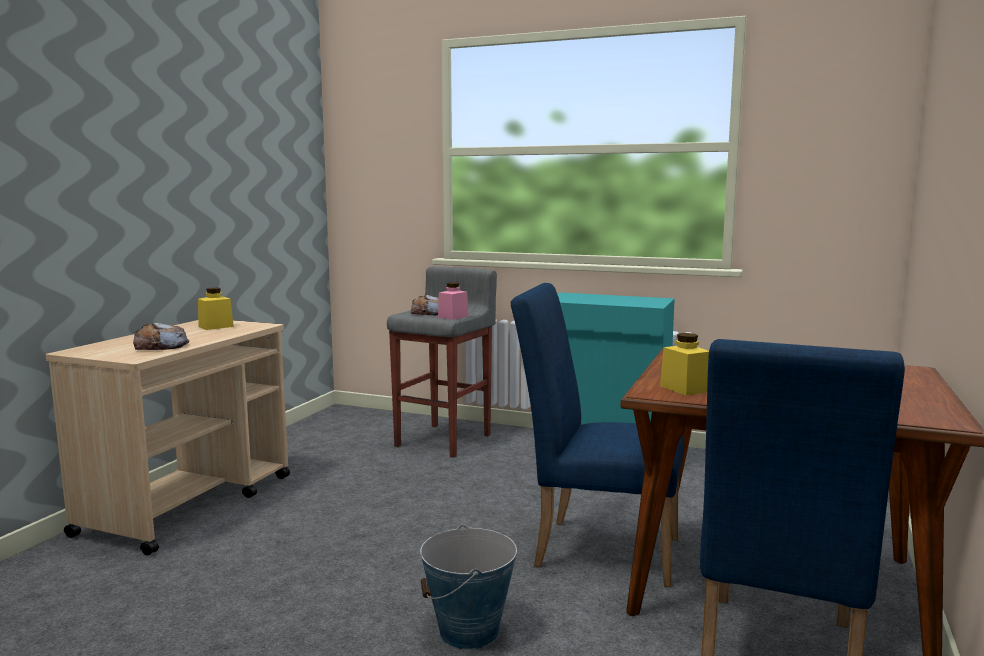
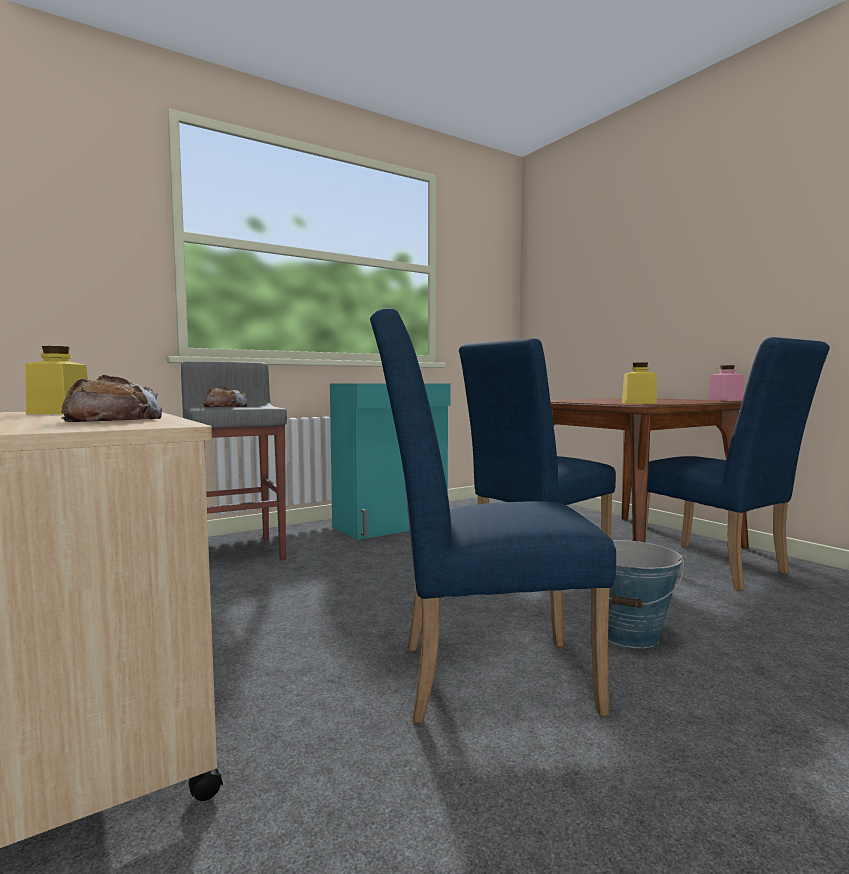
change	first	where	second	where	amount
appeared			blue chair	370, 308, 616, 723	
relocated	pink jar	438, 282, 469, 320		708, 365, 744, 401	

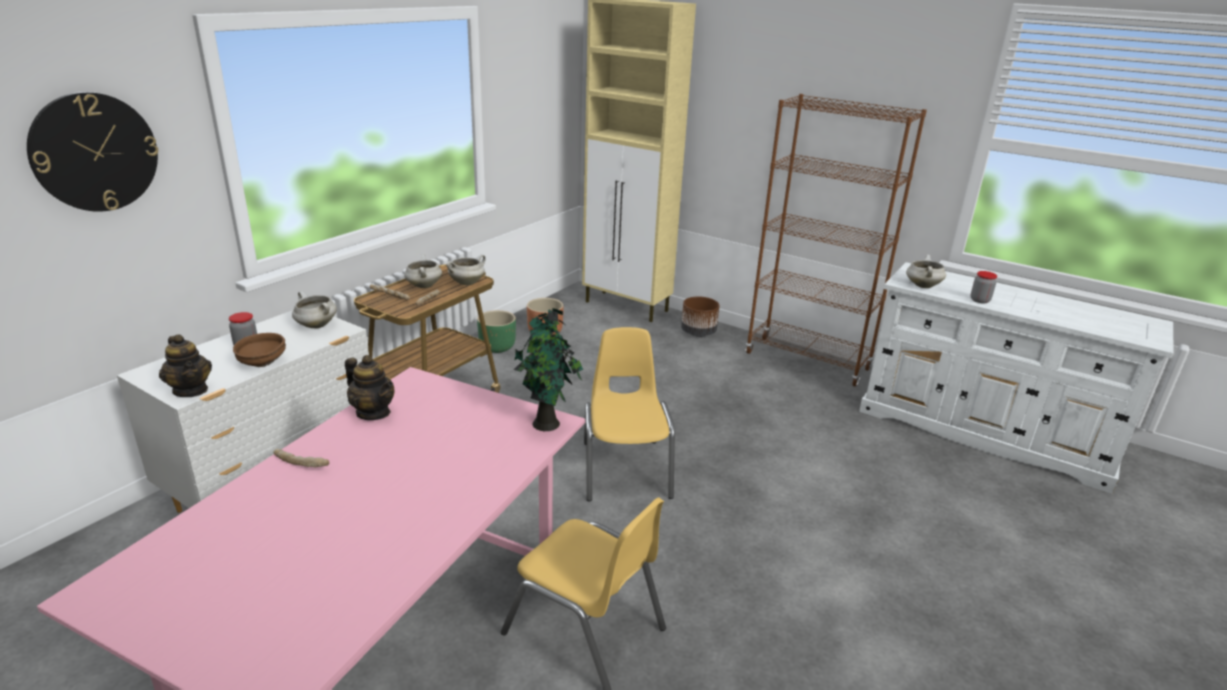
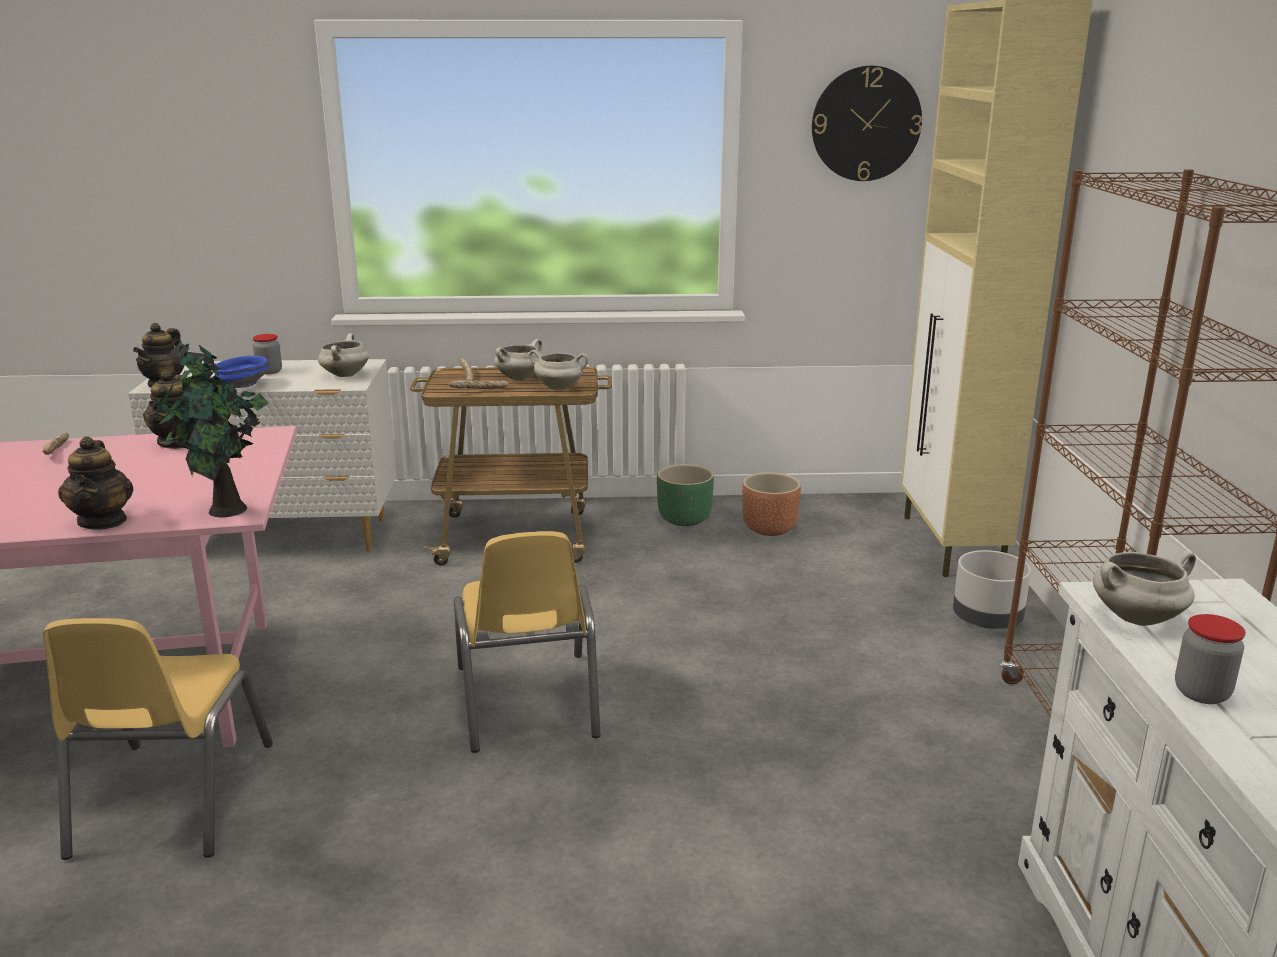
change	first	where	second	where	amount
appeared			teapot	58, 436, 133, 530	
relocated	wall clock	27, 92, 158, 212		812, 66, 922, 181	
colour	brown bowl	233, 333, 286, 367	blue bowl	215, 356, 269, 388	
colour	brown planter	681, 297, 720, 337	grey planter	953, 550, 1031, 629	
spun	yellow chair	584, 327, 675, 501		454, 531, 601, 753	120 degrees clockwise

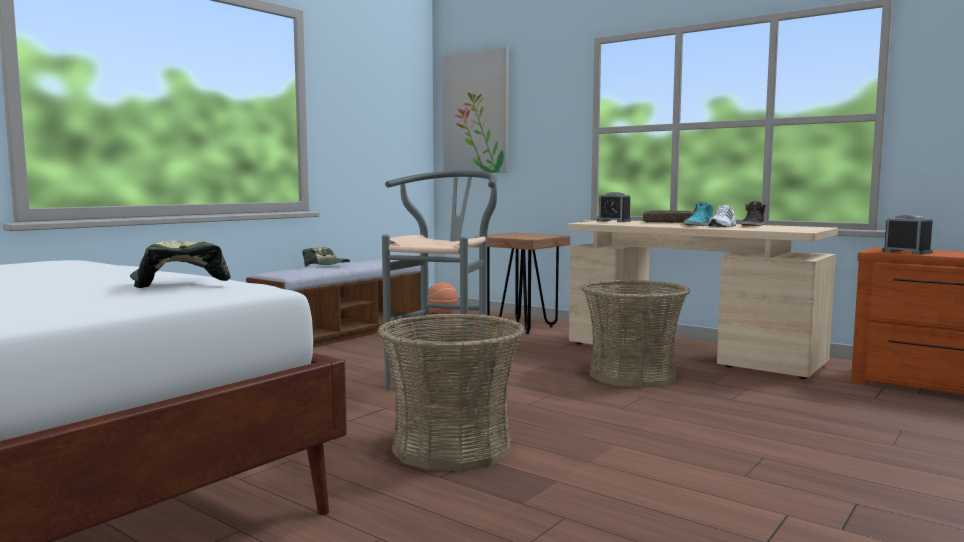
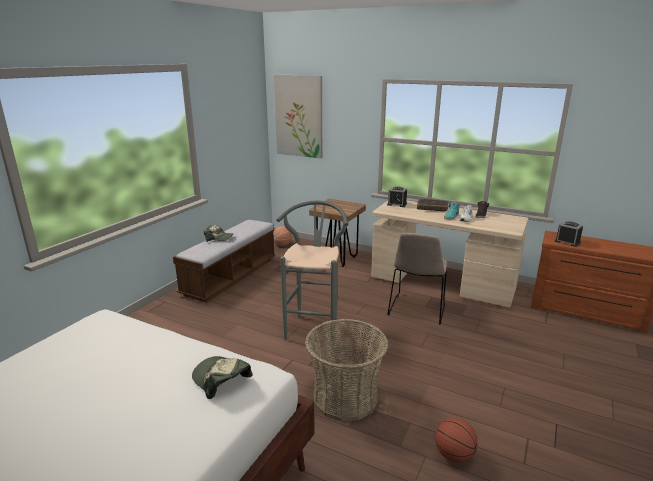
change	first	where	second	where	amount
appeared			basketball	435, 418, 478, 463	
exchanged	basket	581, 280, 690, 388	beige chair	388, 233, 447, 325	

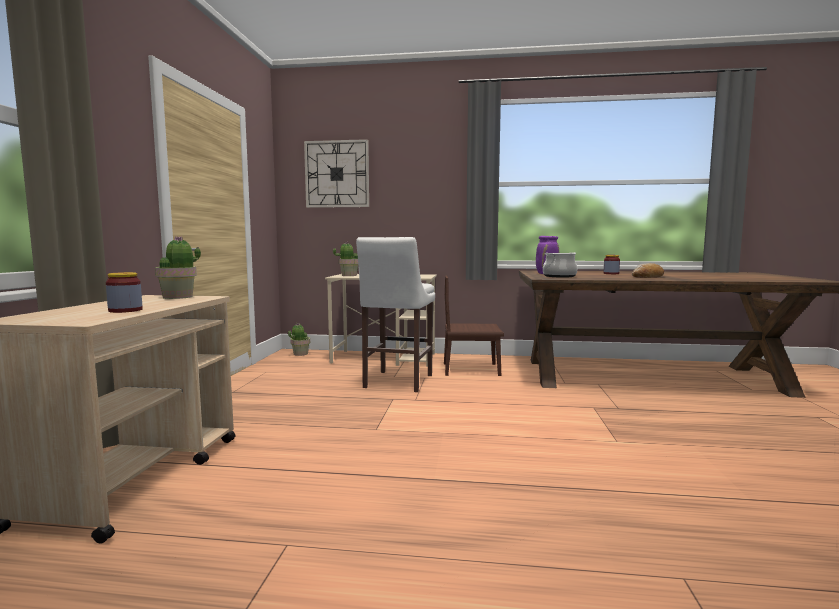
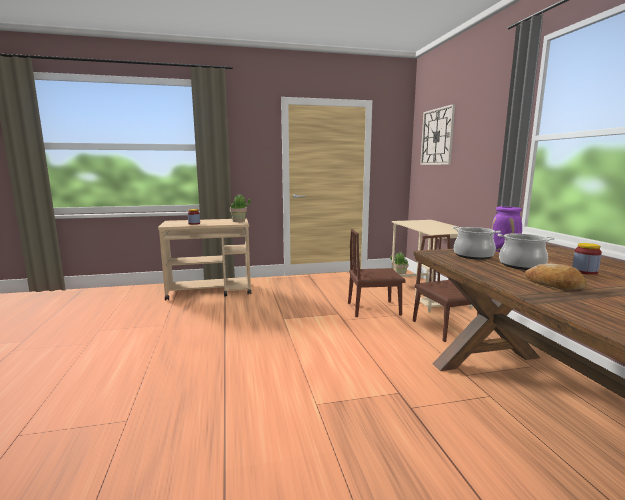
change	first	where	second	where	amount
missing	potted plant	333, 242, 358, 276			
appeared			cooking pot	498, 233, 555, 270	
exchanged	white stool	356, 237, 435, 392	brown chair	348, 229, 406, 317	

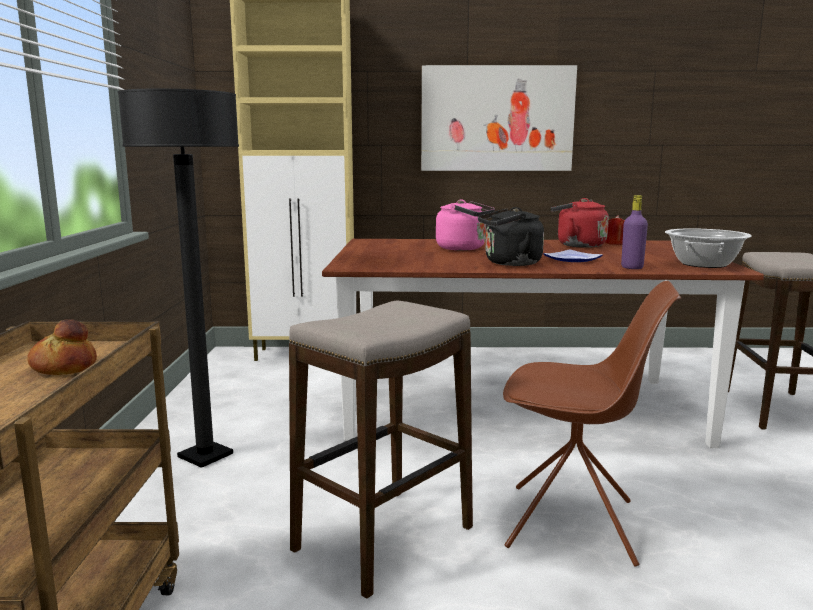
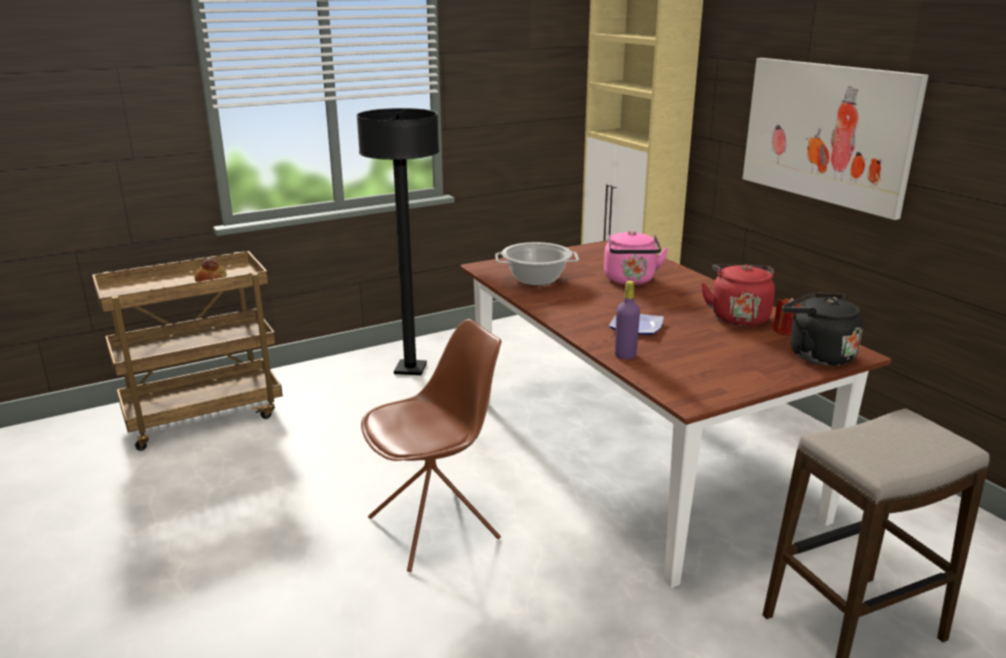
change	first	where	second	where	amount
missing	stool	289, 301, 473, 599			
relocated	black kettle	478, 207, 544, 266		782, 292, 863, 366	
relocated	cooking pot	665, 228, 751, 268		495, 242, 579, 286	
spun	brown chair	503, 281, 681, 567		361, 319, 502, 572	105 degrees counterclockwise

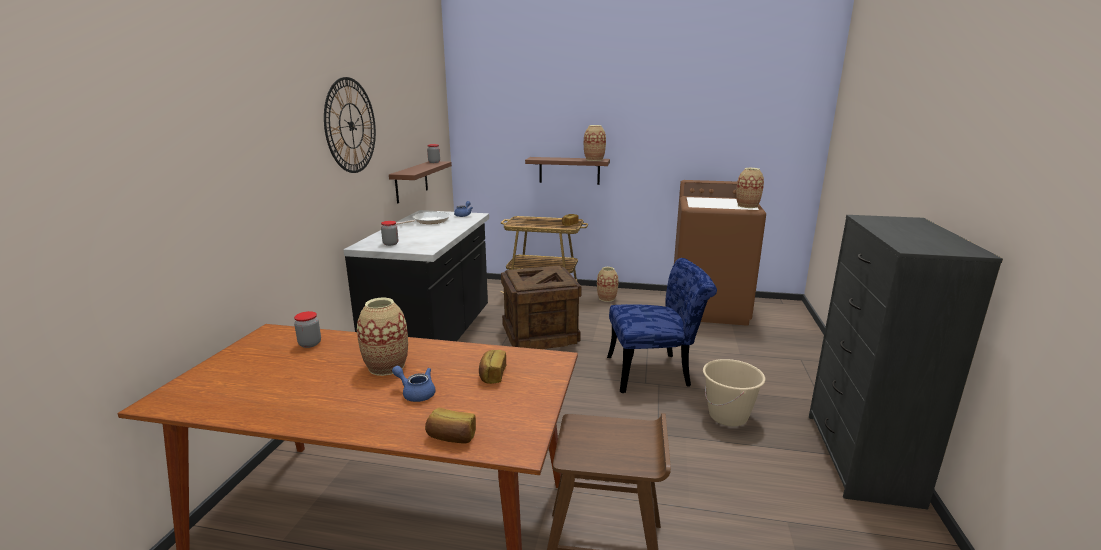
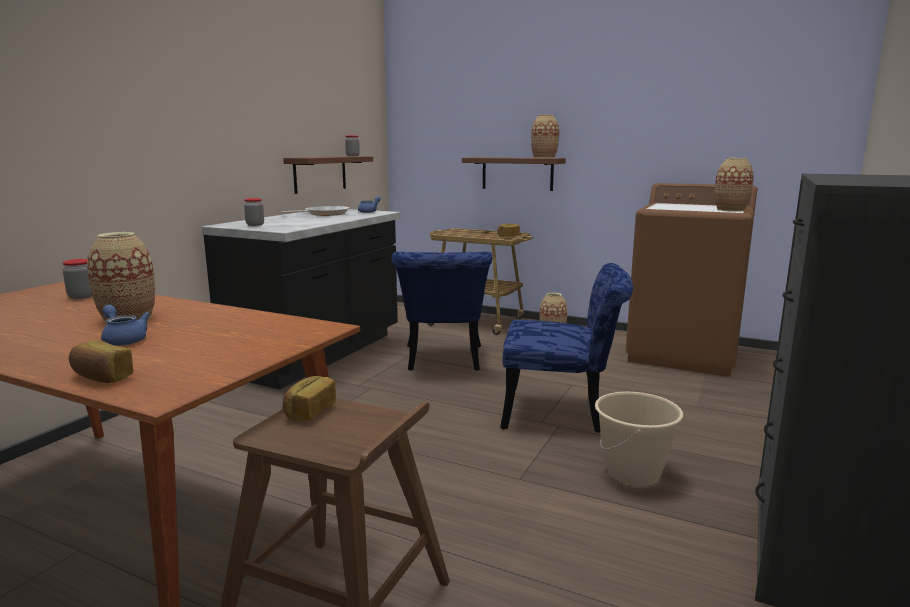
change	first	where	second	where	amount
missing	wall clock	324, 77, 376, 173			
relocated	bread	479, 350, 506, 384		283, 376, 336, 421	
exchanged	crate	501, 265, 582, 349	blue chair	392, 252, 492, 371	

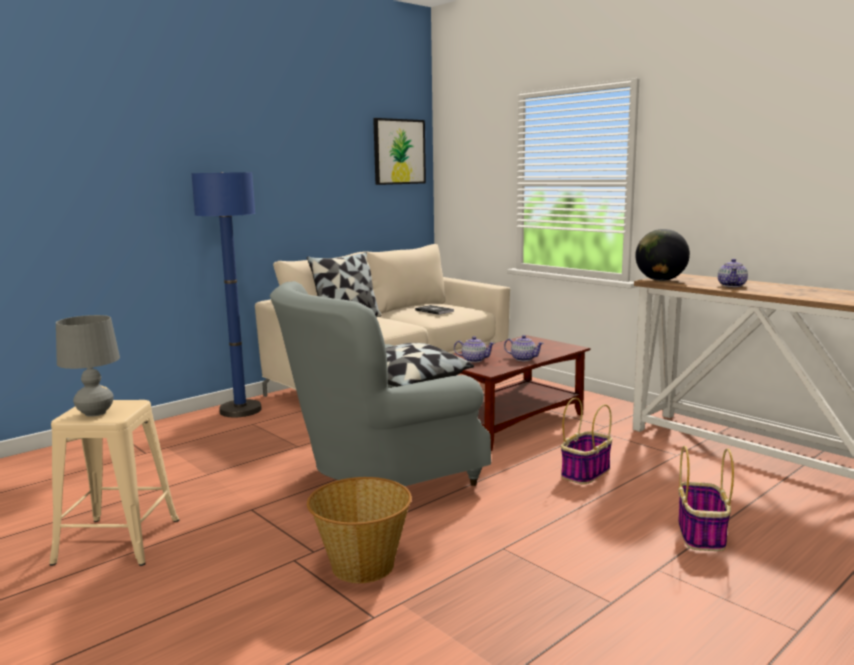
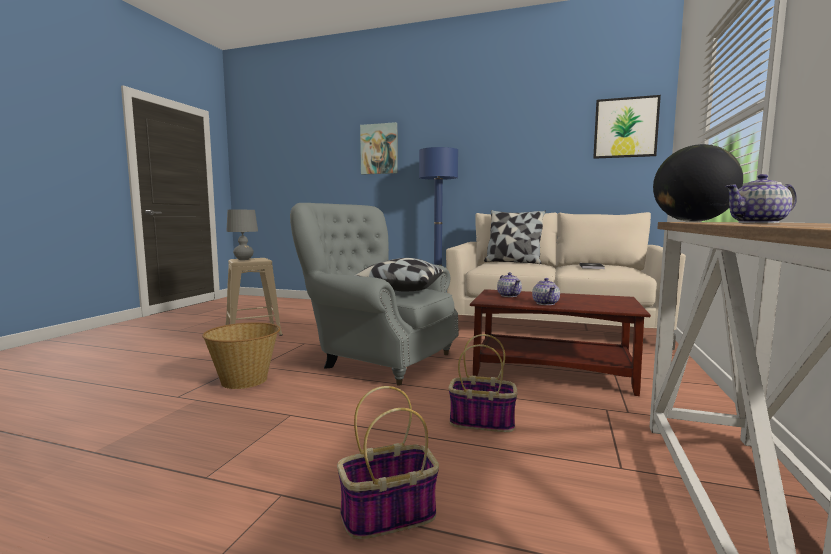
change	first	where	second	where	amount
appeared			picture	360, 122, 398, 174	

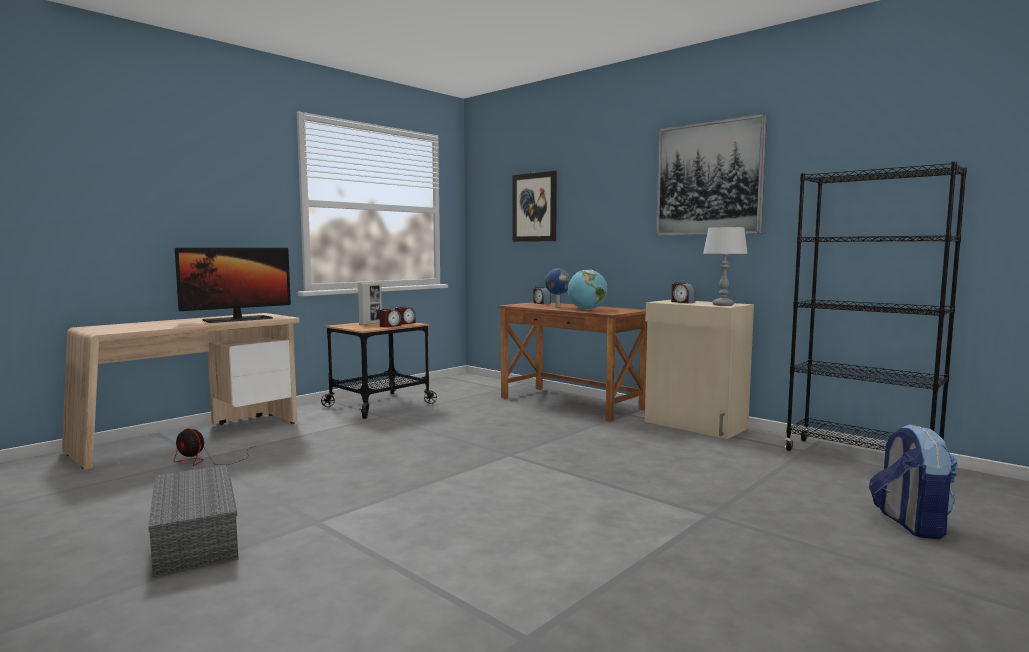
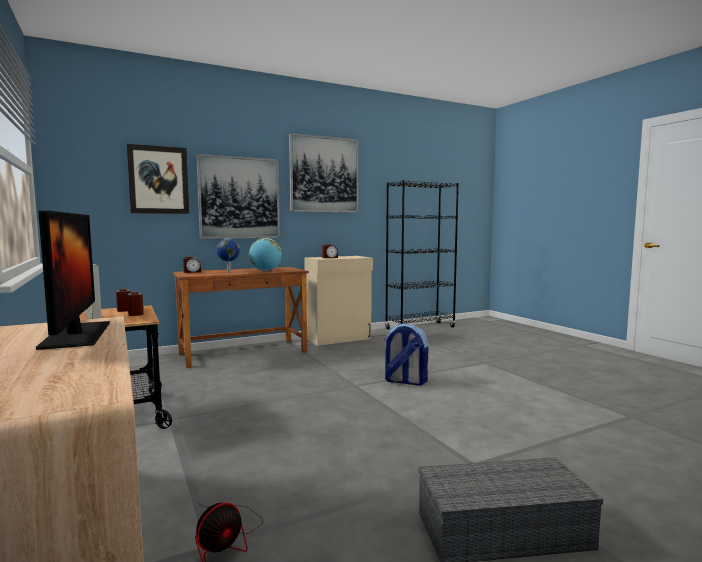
change	first	where	second	where	amount
missing	grey table lamp	703, 227, 748, 306			
appeared			picture	196, 154, 280, 239	
relocated	backpack	869, 424, 958, 539		384, 324, 428, 386	

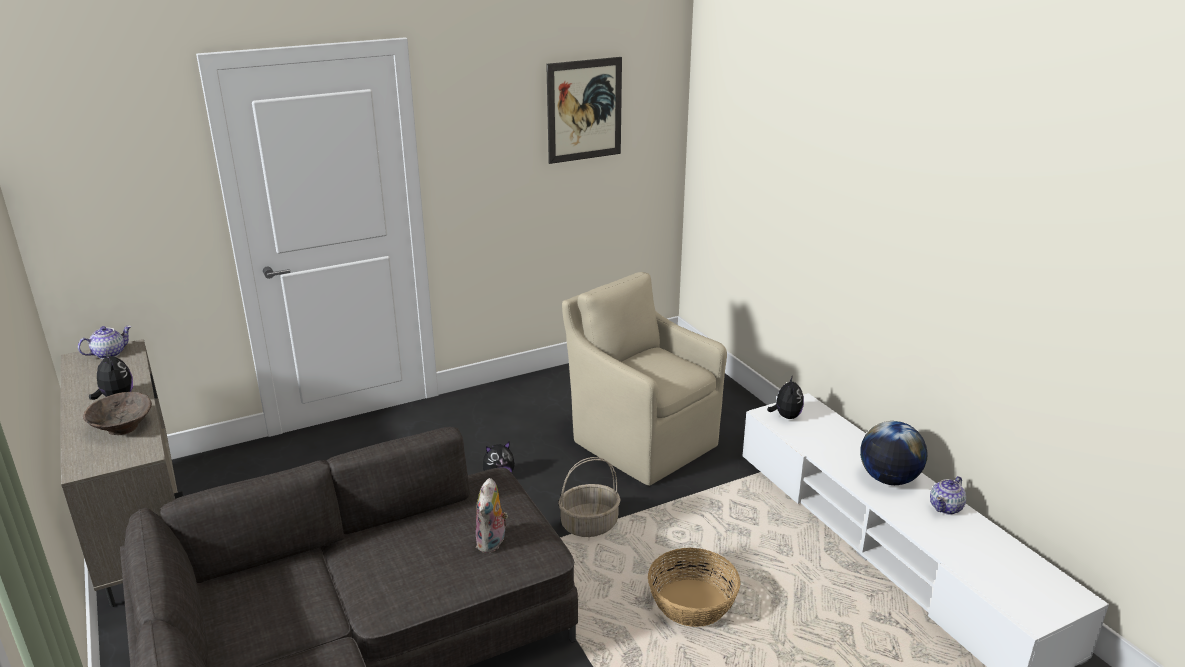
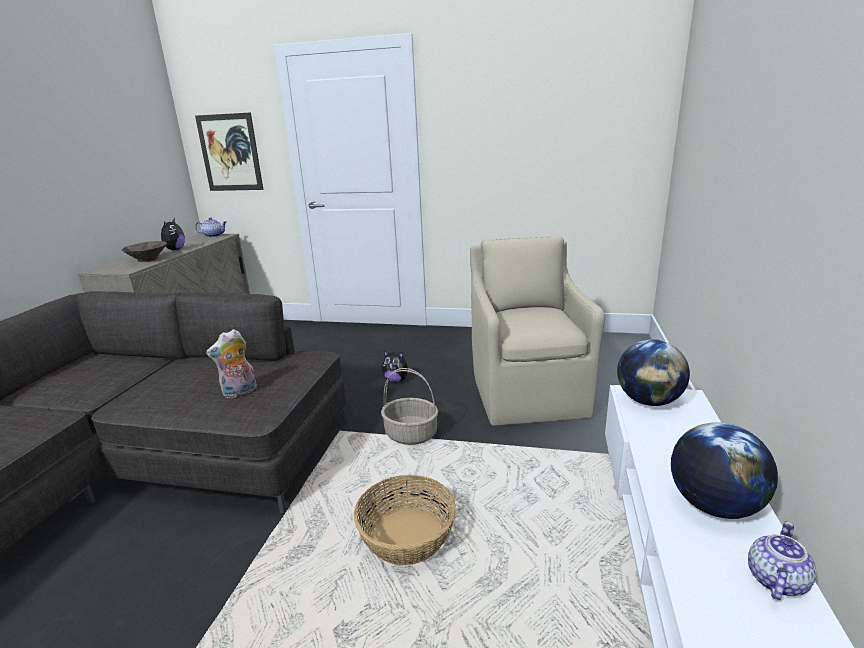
change	first	where	second	where	amount
relocated	picture	546, 57, 622, 164		195, 112, 263, 191	
exchanged	plush toy	767, 375, 804, 419	globe	617, 339, 690, 406	
spun	teapot	930, 476, 966, 515		748, 521, 817, 600	135 degrees clockwise

